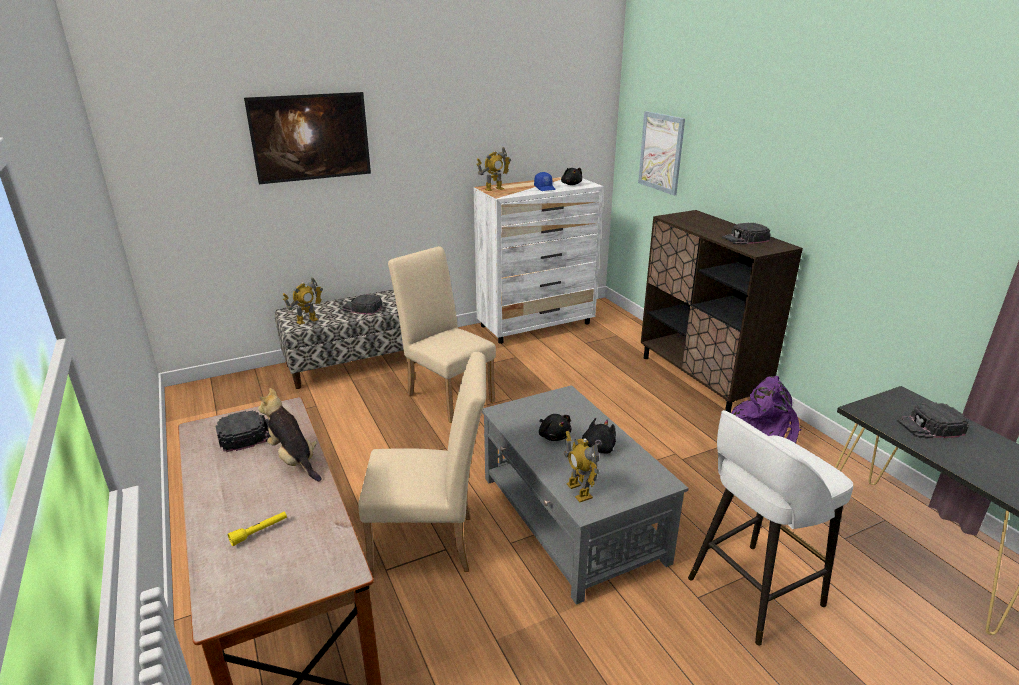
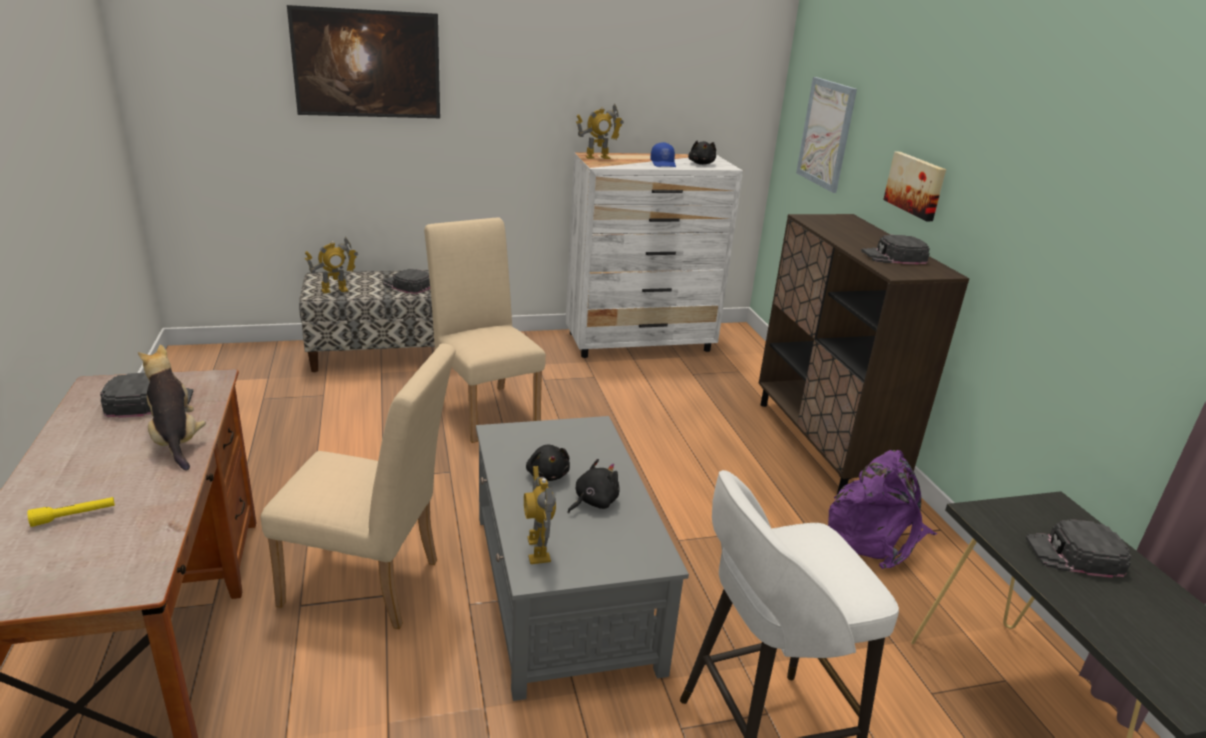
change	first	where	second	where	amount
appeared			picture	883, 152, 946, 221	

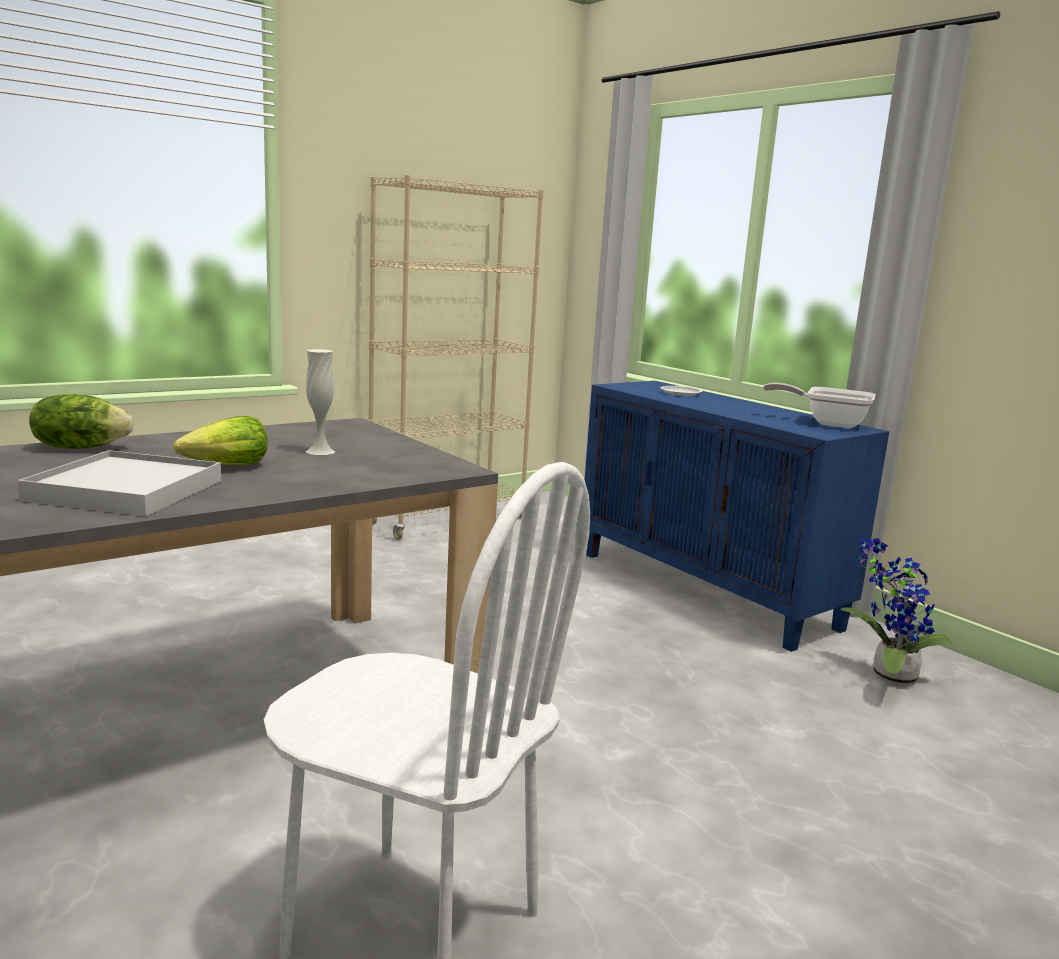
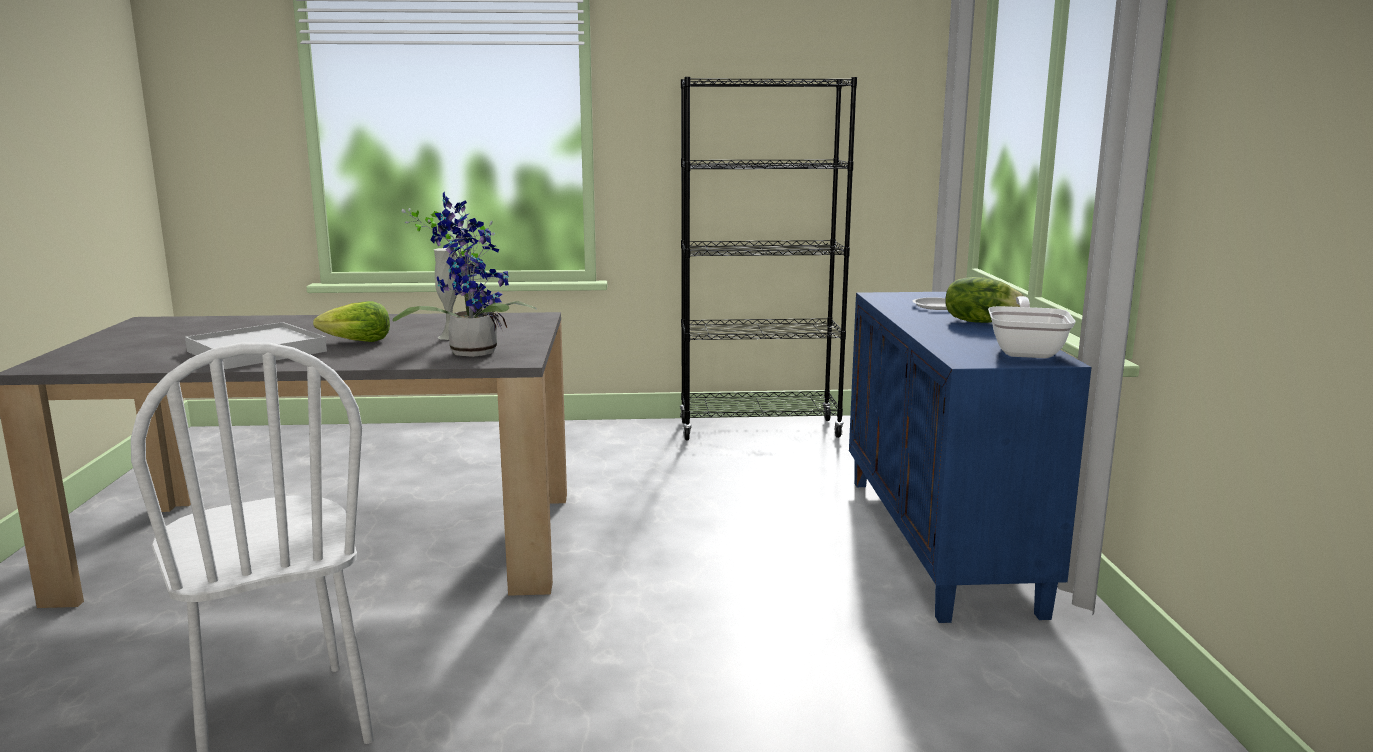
change	first	where	second	where	amount
relocated	lettuce	29, 394, 133, 449		945, 277, 1024, 323	
relocated	potted plant	840, 538, 952, 686		392, 192, 537, 357	
colour	beige bookcase	369, 175, 544, 540	black bookcase	680, 77, 857, 440	
spun	frying pan	763, 383, 876, 428		988, 296, 1076, 358	45 degrees clockwise

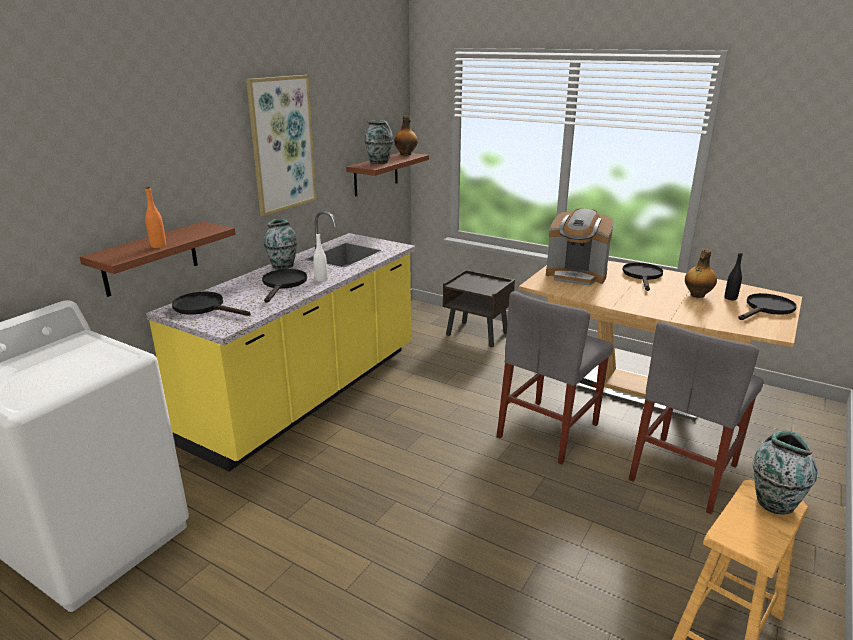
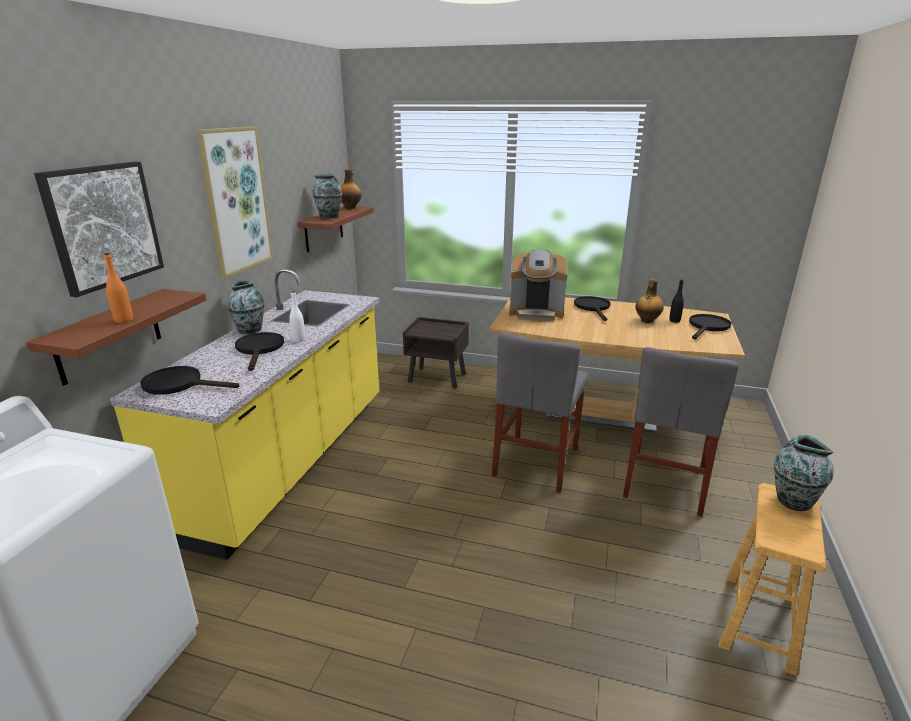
change	first	where	second	where	amount
appeared			picture	34, 162, 164, 297	

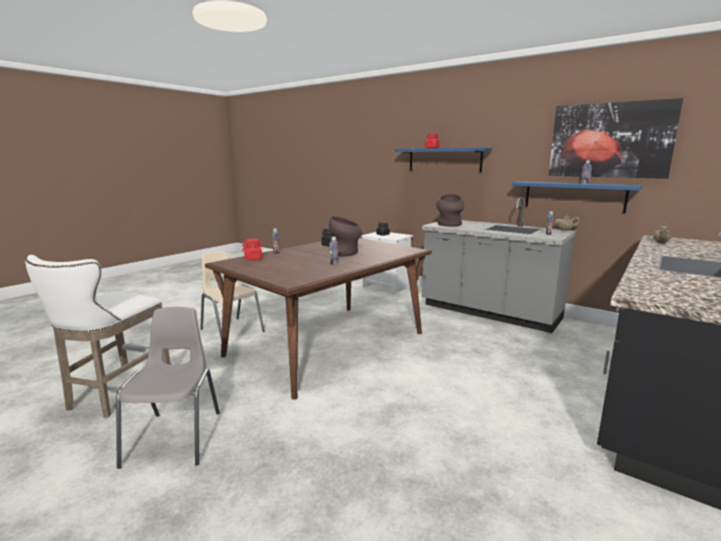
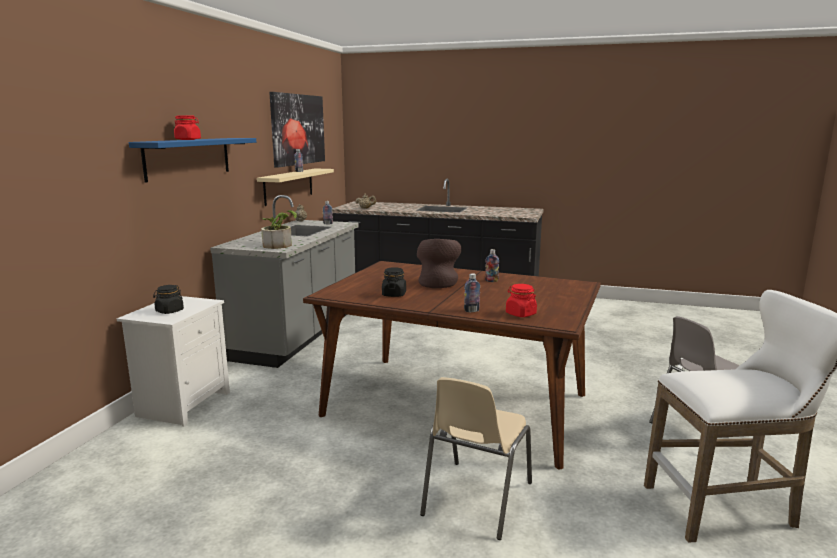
change	first	where	second	where	amount
exchanged	brown vase	436, 194, 464, 226	potted plant	261, 210, 297, 249	
colour	blue shelf	512, 181, 643, 213	beige shelf	257, 168, 334, 206	

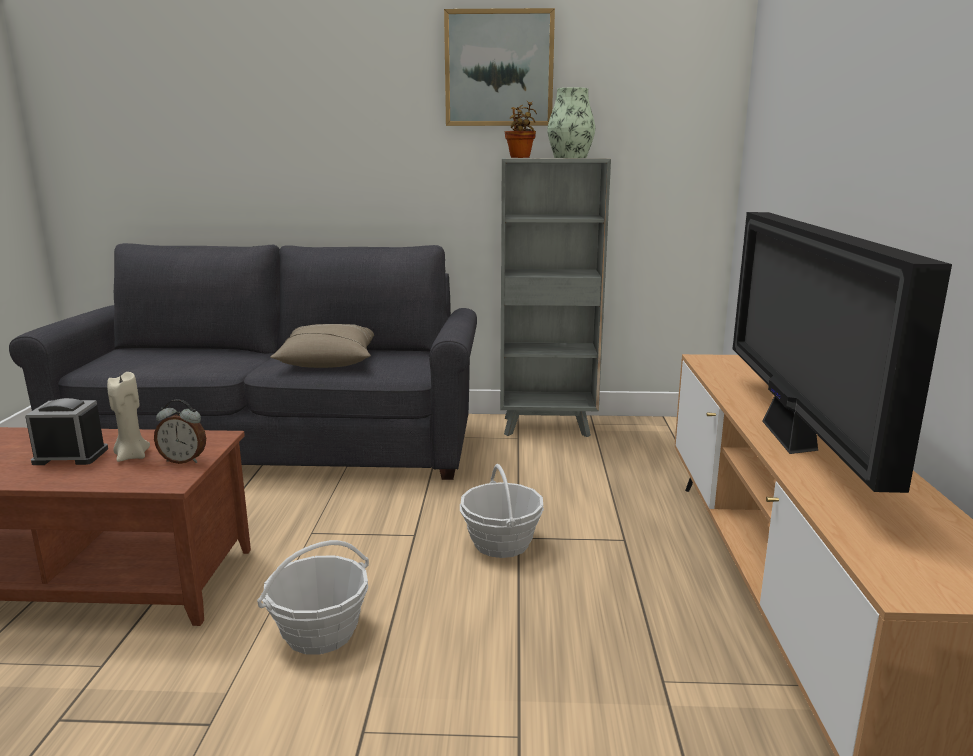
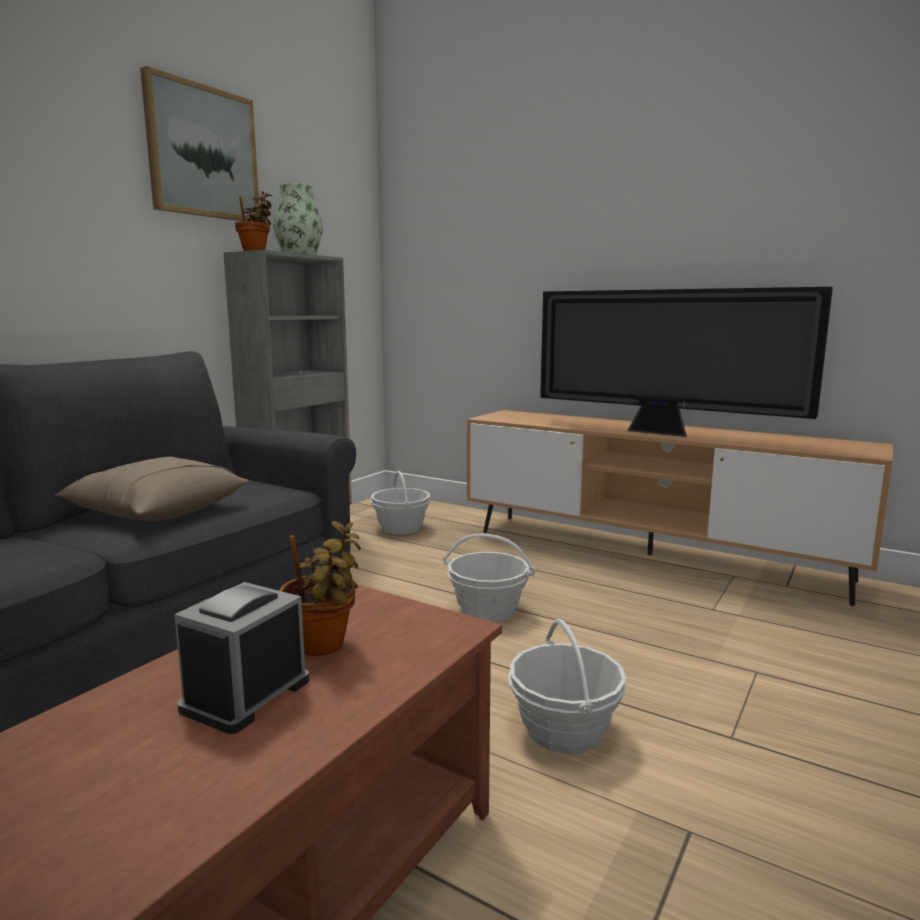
change	first	where	second	where	amount
missing	alarm clock	154, 399, 206, 464			
appeared			basket	371, 471, 430, 534	
exchanged	beige candle	107, 372, 150, 462	potted plant	279, 521, 361, 656	

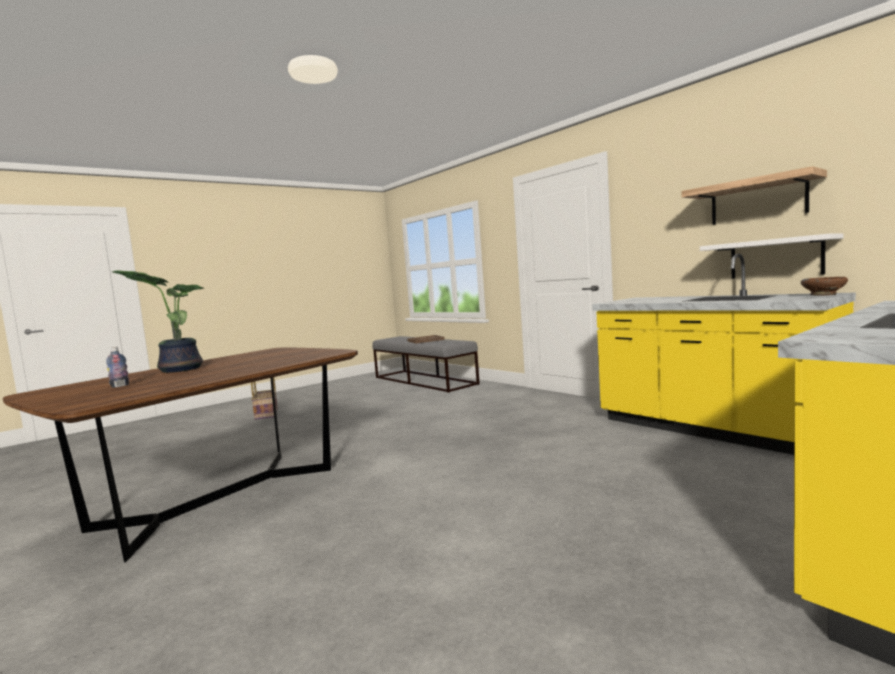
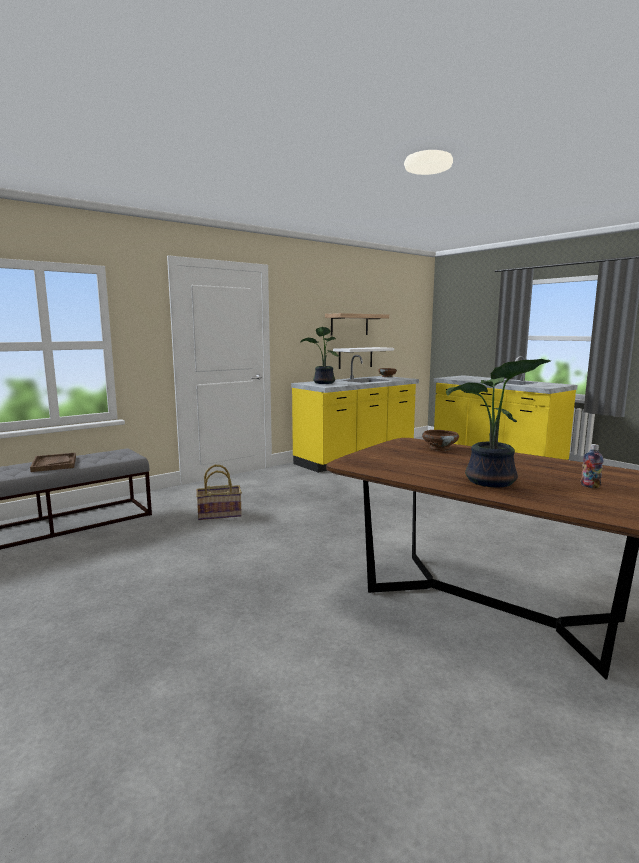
change	first	where	second	where	amount
appeared			potted plant	300, 327, 341, 384	
appeared			brown bowl	422, 430, 459, 451	
relocated	basket	251, 377, 278, 420		196, 465, 242, 520	

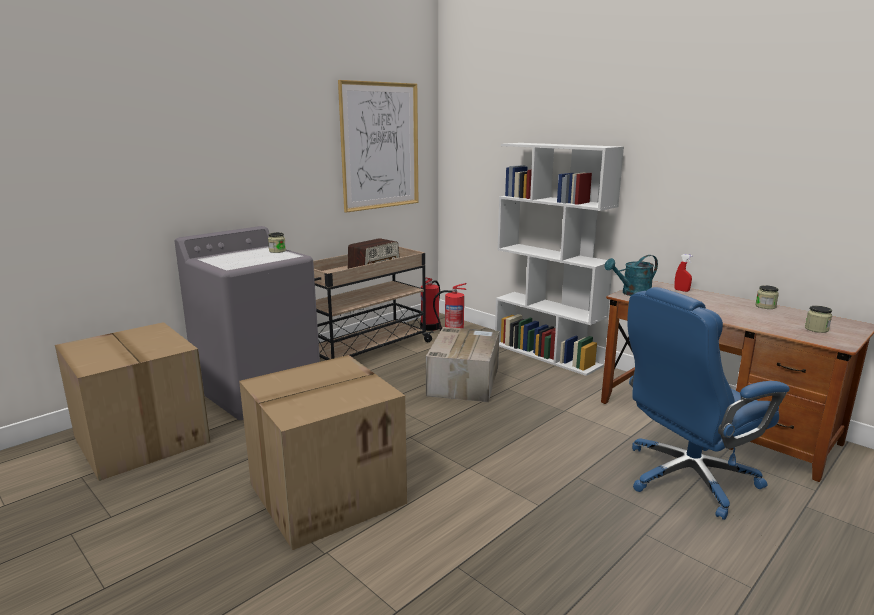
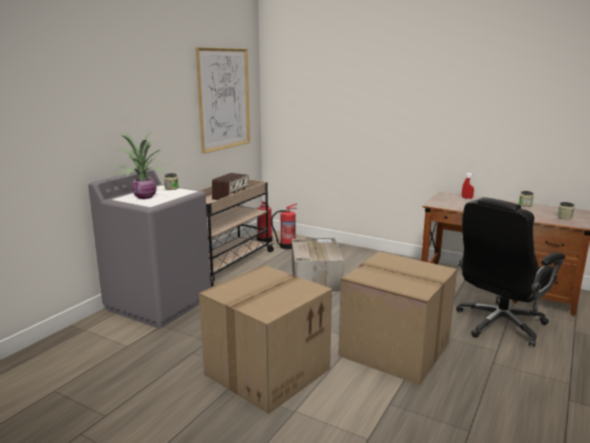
change	first	where	second	where	amount
missing	white bookcase	495, 143, 624, 376			
missing	turquoise watering can	604, 255, 658, 296			
appeared			potted plant	102, 132, 169, 199	
relocated	cardboard box	55, 322, 211, 481		338, 252, 457, 385	
colour	blue office chair	627, 287, 790, 520	black office chair	456, 197, 565, 347	

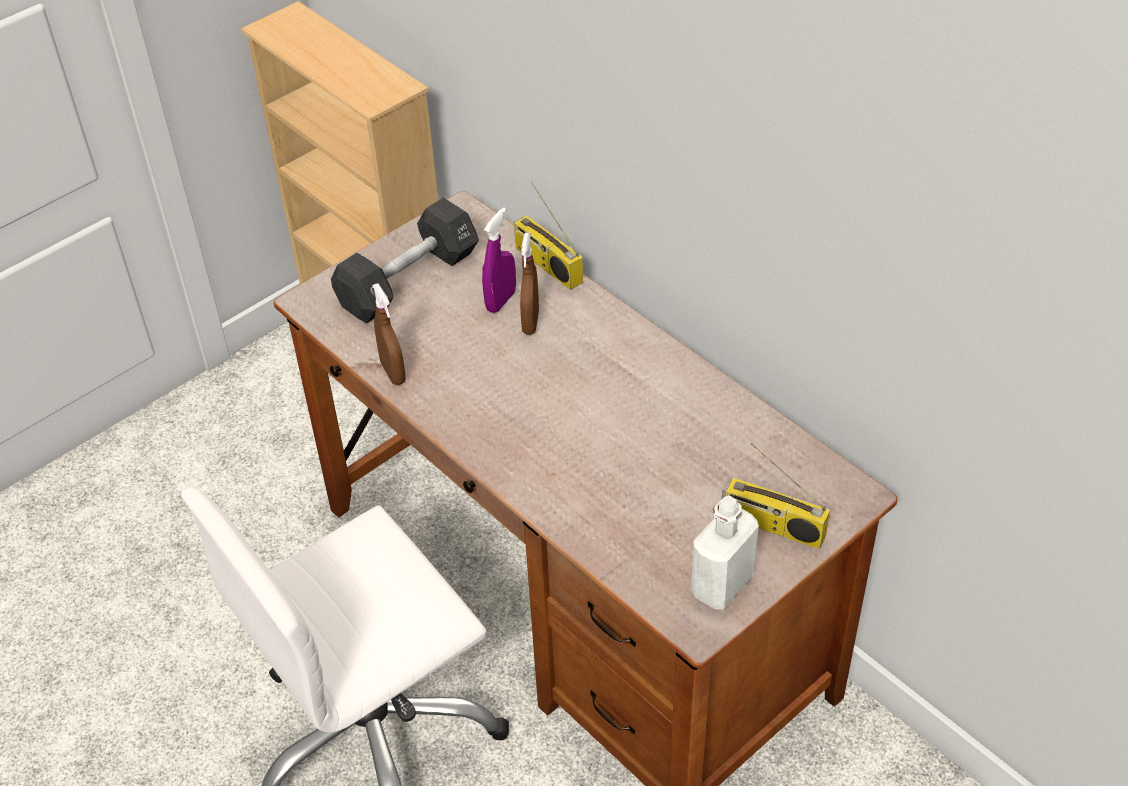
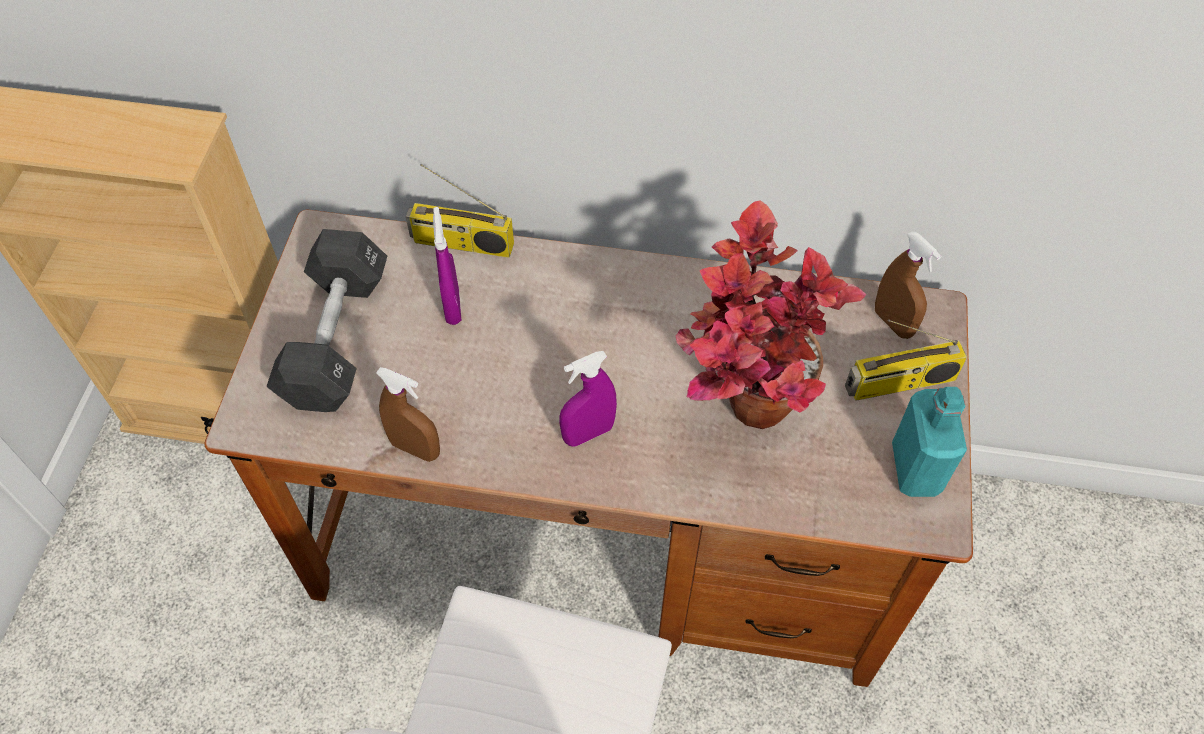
change	first	where	second	where	amount
appeared			purple spray bottle	560, 351, 617, 447	
appeared			potted plant	676, 200, 866, 429	
relocated	brown spray bottle	520, 233, 539, 335		875, 231, 941, 339	
colour	white bottle	691, 496, 759, 610	turquoise bottle	892, 387, 967, 497	

